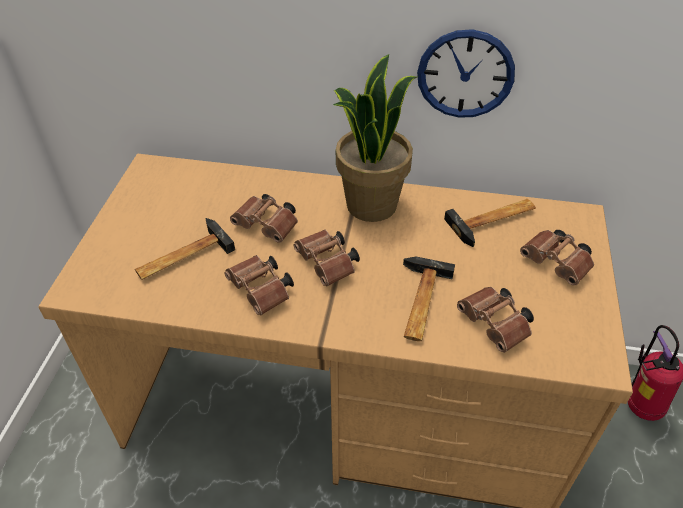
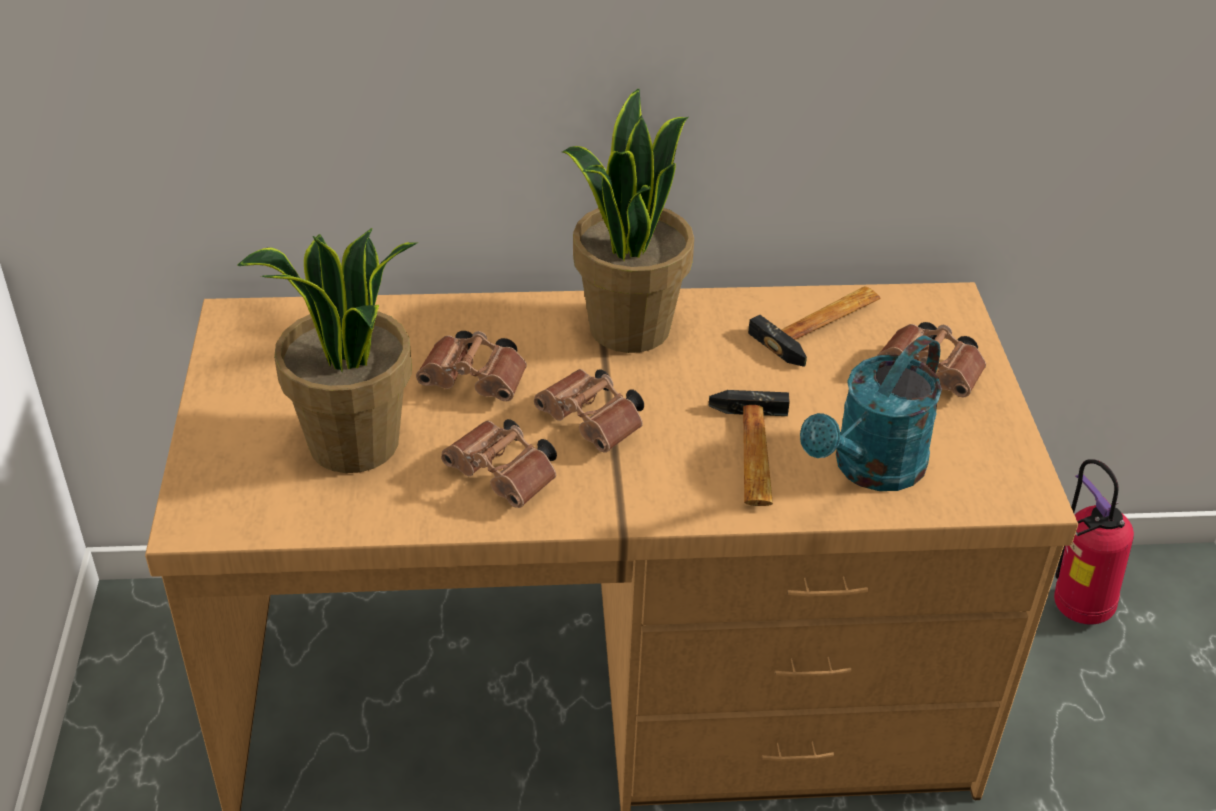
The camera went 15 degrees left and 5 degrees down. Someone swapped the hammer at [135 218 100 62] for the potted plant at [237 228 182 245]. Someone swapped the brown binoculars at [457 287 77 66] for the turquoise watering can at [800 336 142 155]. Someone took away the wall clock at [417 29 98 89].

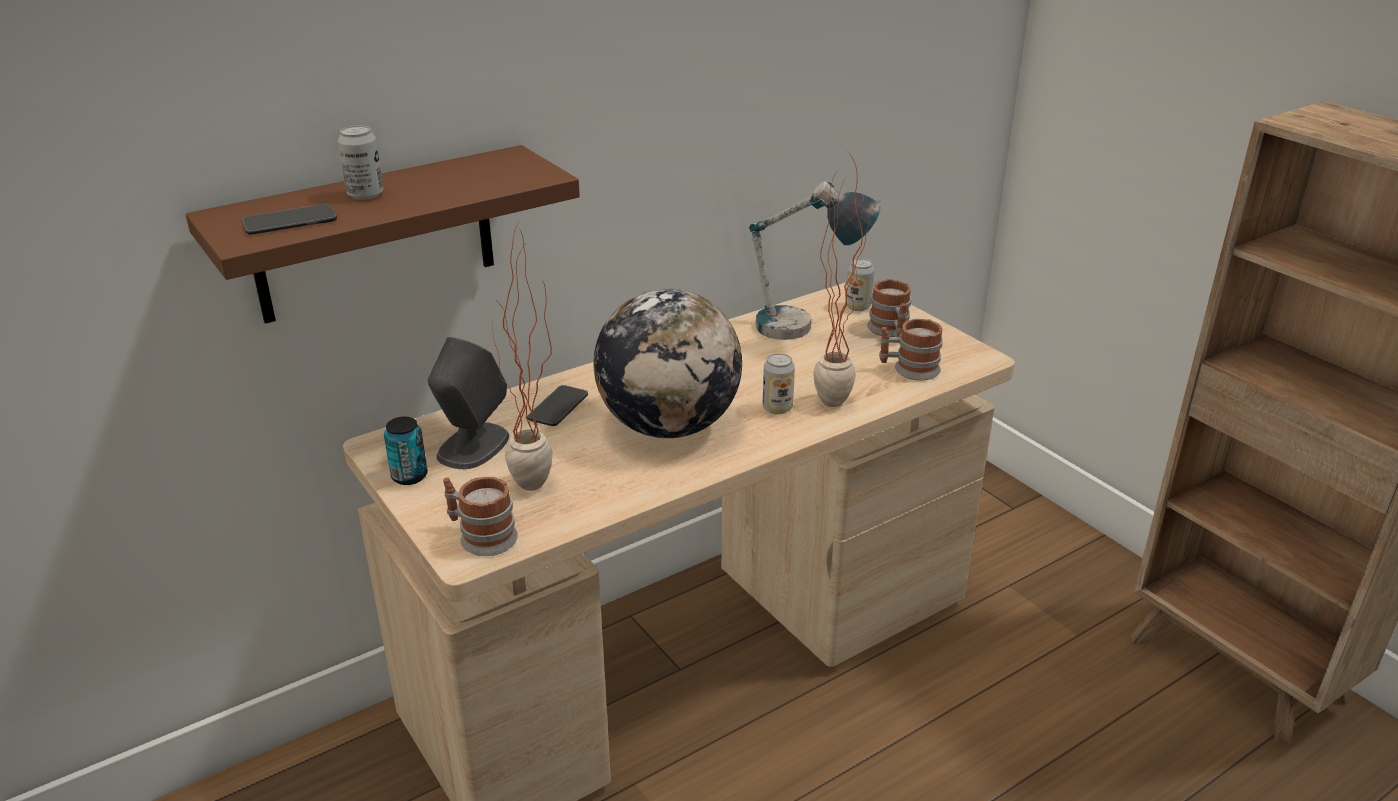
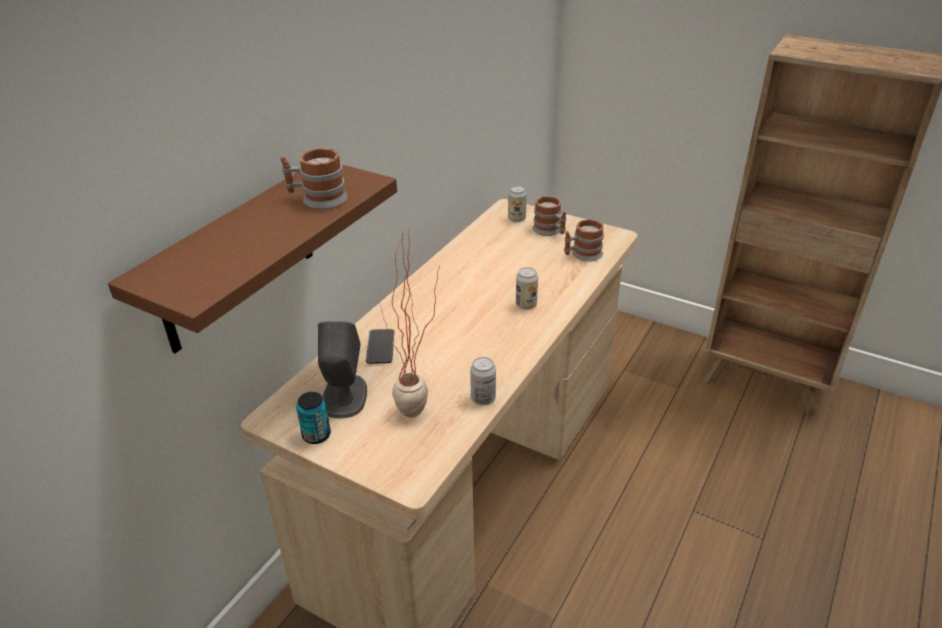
The camera went 25 degrees left and 5 degrees up. Someone carried the mug from [443 477 75 79] to [280 148 68 61]. Someone carried the can from [338 125 45 75] to [470 357 26 48]. Someone took away the phone at [242 204 95 30]. Someone took away the globe at [593 289 149 149]. Someone took away the table lamp at [749 181 131 159]. Someone took away the potted plant at [813 152 65 255].

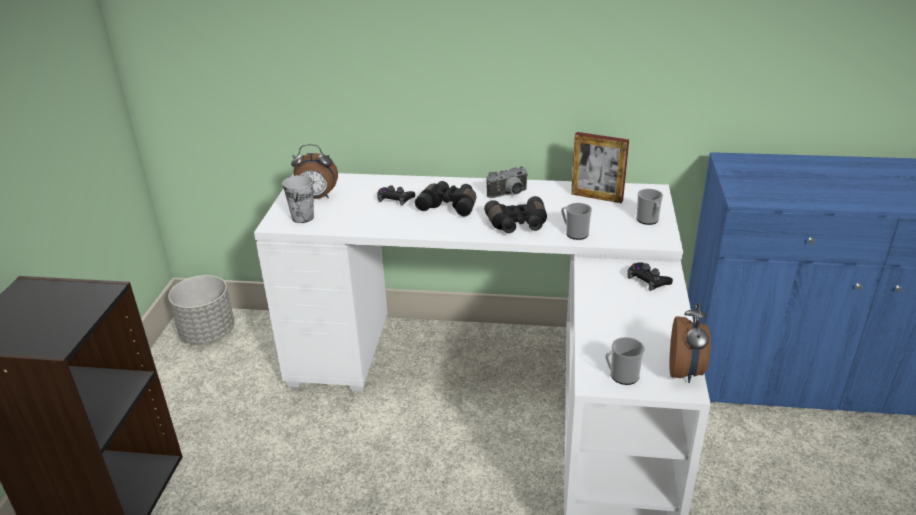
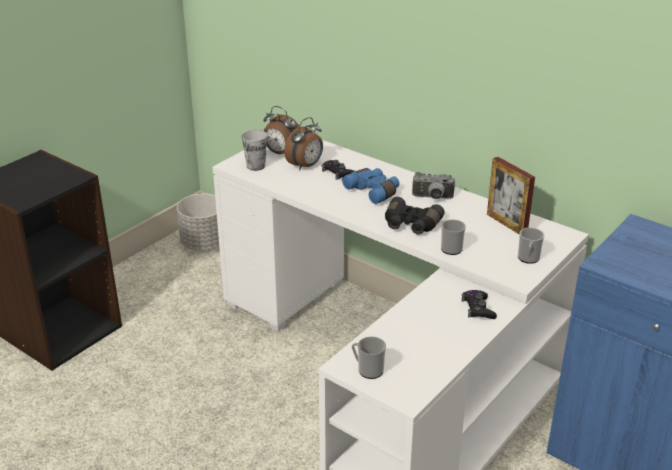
The camera went 30 degrees right and 0 degrees up. Someone carried the alarm clock from [669 302 42 81] to [284 117 39 53]. Someone repainted the black binoculars at [415 181 61 36], which became the blue binoculars at [342 168 58 36].

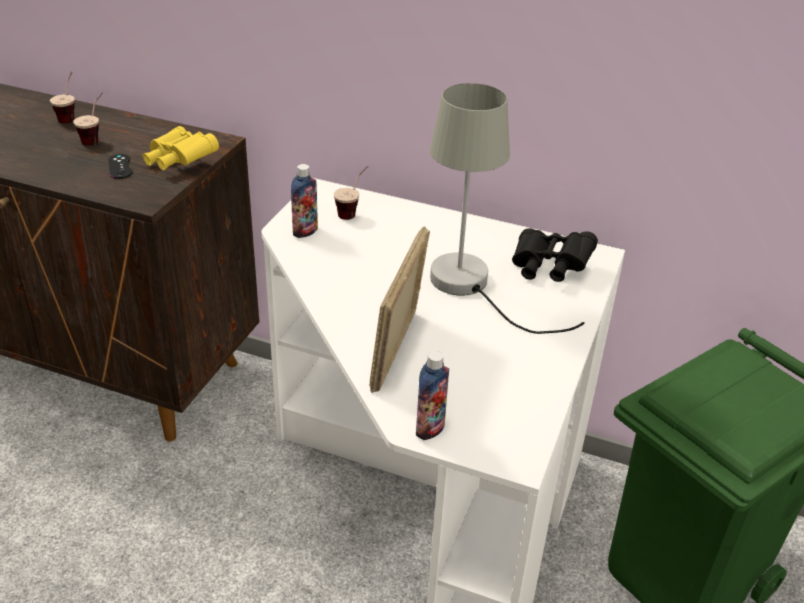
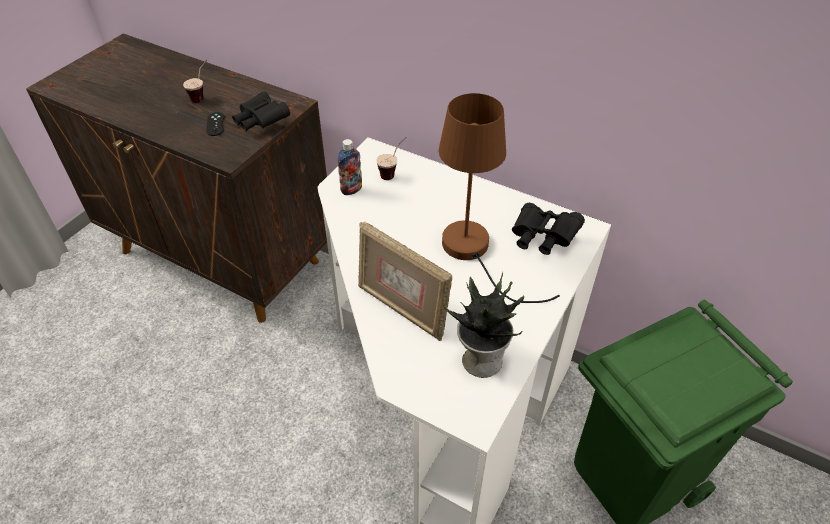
The camera went 10 degrees right and 10 degrees up. Someone repainted the yellow binoculars at [143 126 76 44], which became the black binoculars at [232 91 58 40]. Someone rotated the picture frame at [369 227 61 166] by 75 degrees counterclockwise. Someone repainted the grey table lamp at [430 83 155 251], which became the brown table lamp at [439 93 121 210]. Someone put down the potted plant at [443 272 81 106]. Someone took away the cup at [50 72 25 52]. Someone took away the bottle at [416 351 33 89].

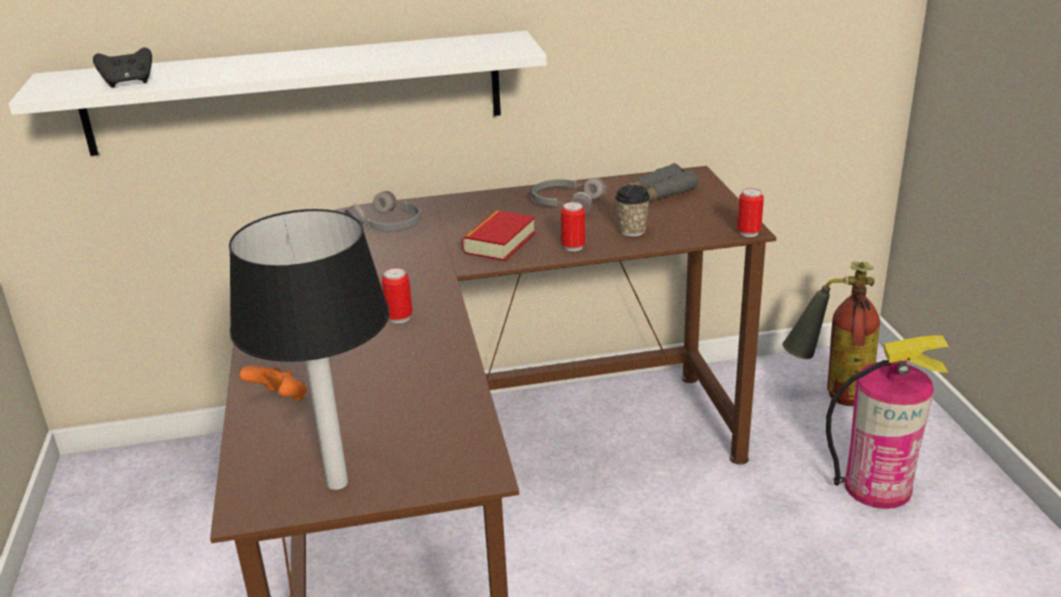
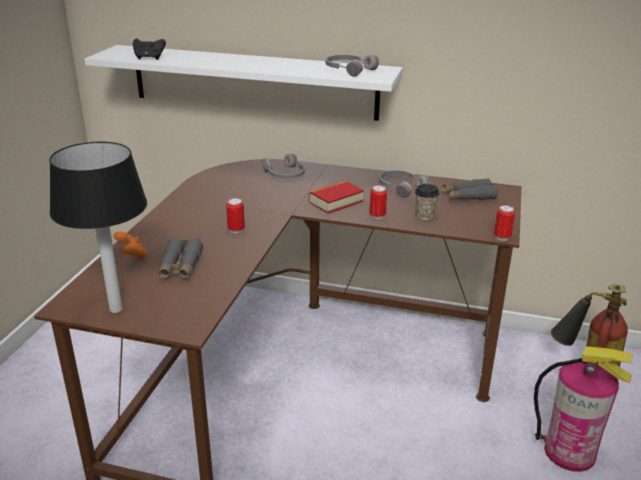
The camera went 25 degrees right and 0 degrees up. Someone put down the grey binoculars at [158 238 45 41]. Someone put down the grey headphones at [326 55 53 22].

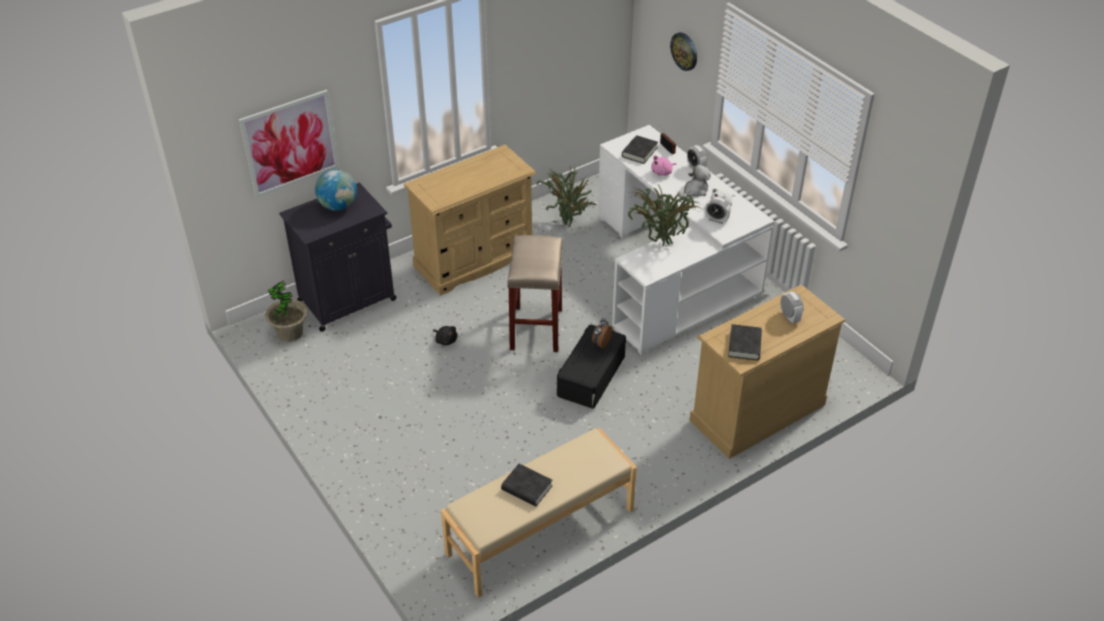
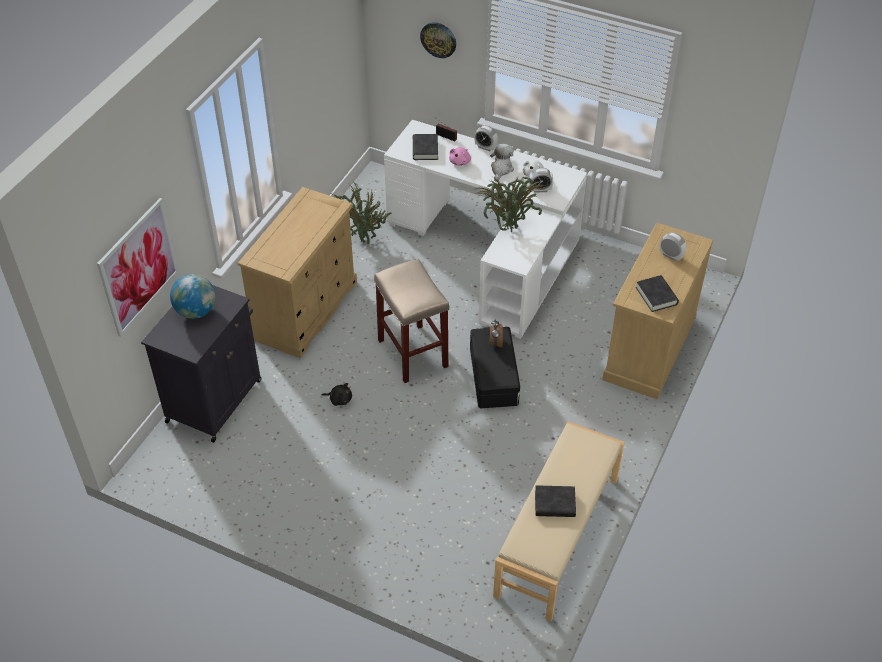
The camera went 30 degrees left and 5 degrees up. Someone took away the potted plant at [265 280 43 62].

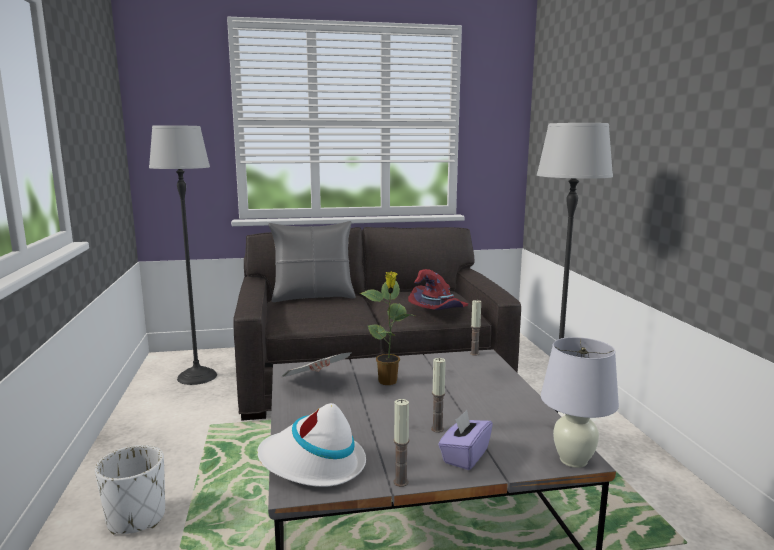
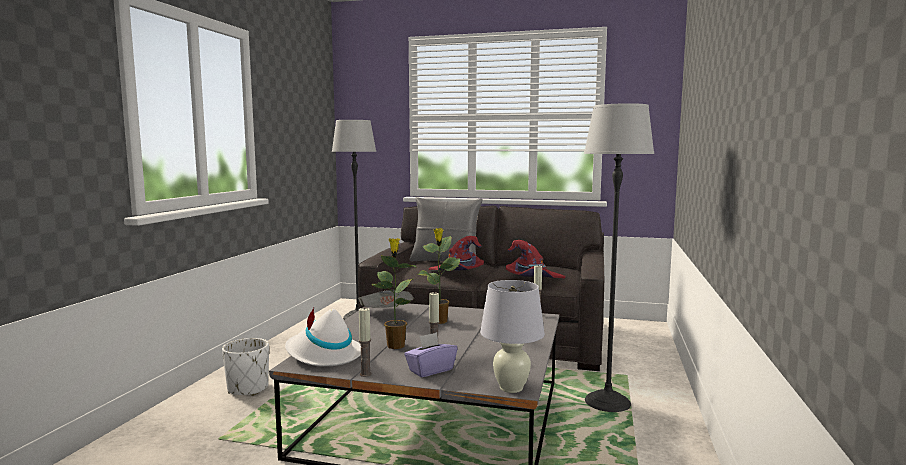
The camera went 25 degrees right and 5 degrees down. Someone put down the potted plant at [372 238 44 111]. Someone put down the red hat at [429 236 55 34].

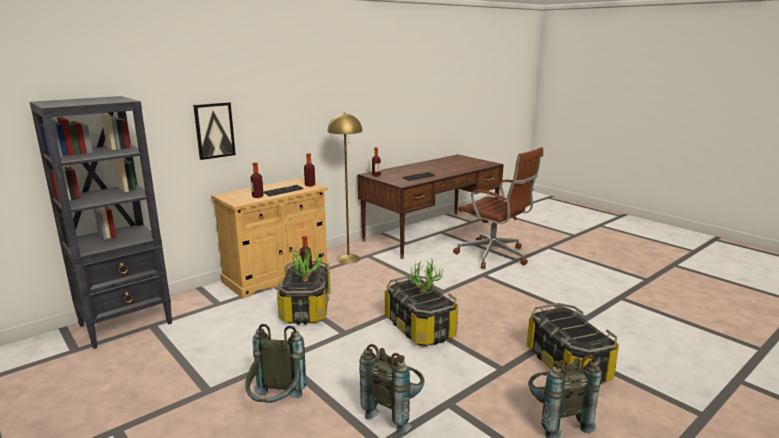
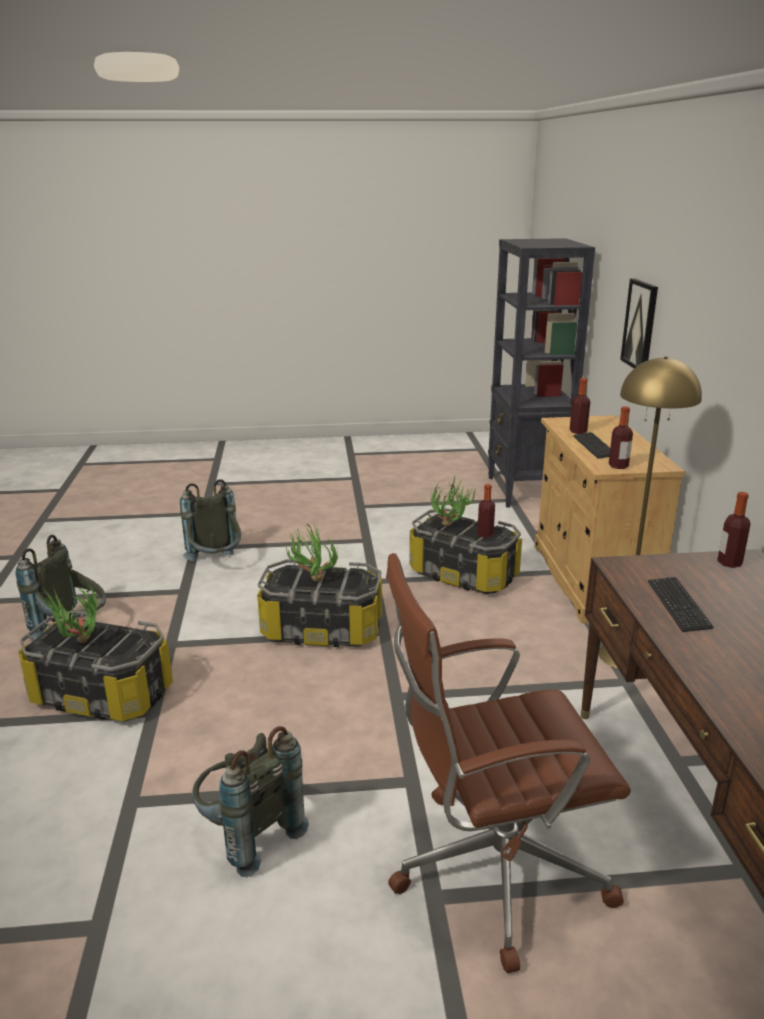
The camera went 125 degrees right and 5 degrees up. Someone put down the potted plant at [39 583 59 60]. Someone carried the grey backpack from [245 324 62 79] to [192 726 117 151].

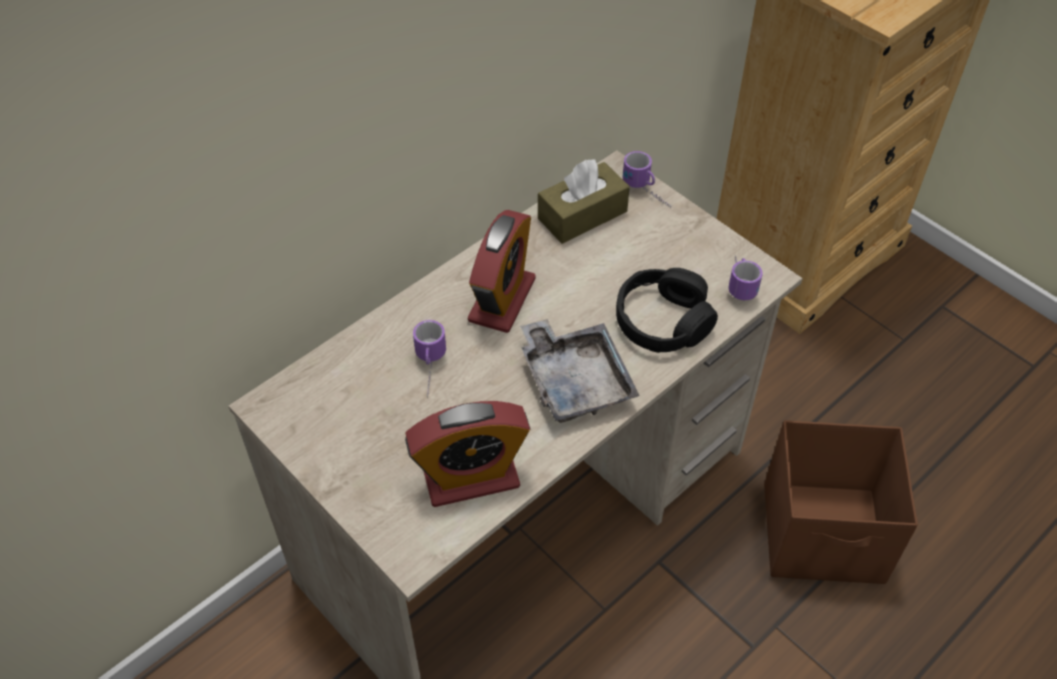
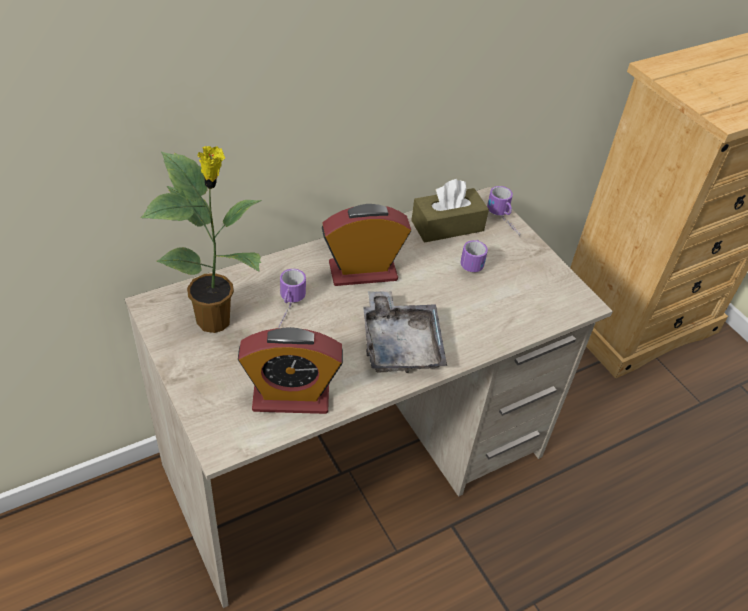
The camera went 10 degrees right and 5 degrees down. Someone put down the potted plant at [141 146 121 187]. Someone rotated the alarm clock at [468 210 68 123] by 135 degrees counterclockwise. Someone carried the mug from [729 255 34 45] to [460 240 28 32]. Someone took away the black headphones at [616 268 102 85]. Someone took away the brown storage box at [764 420 154 164].

